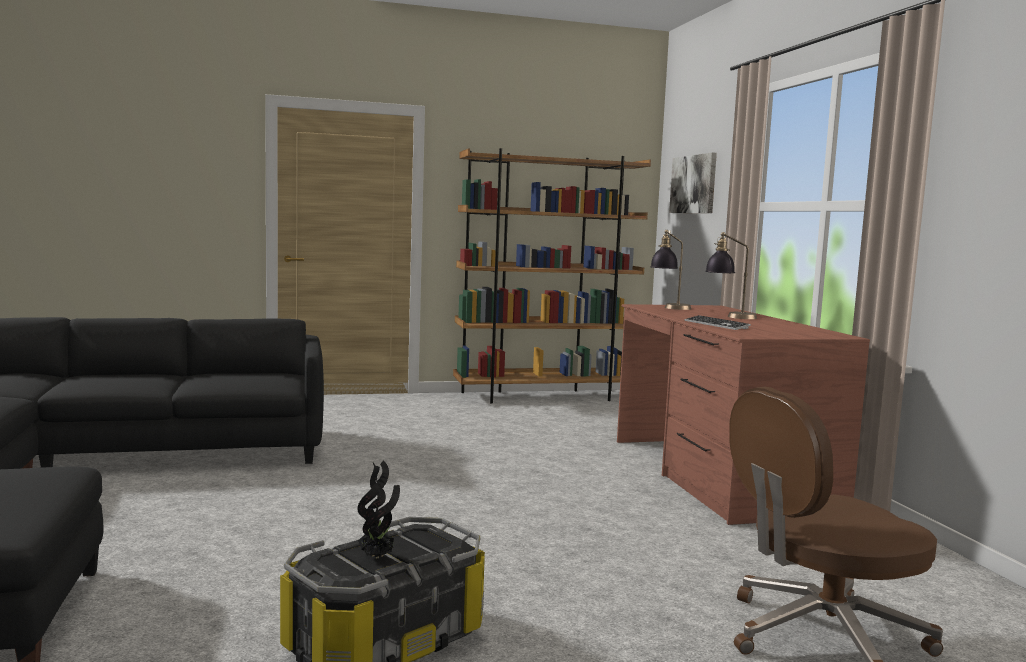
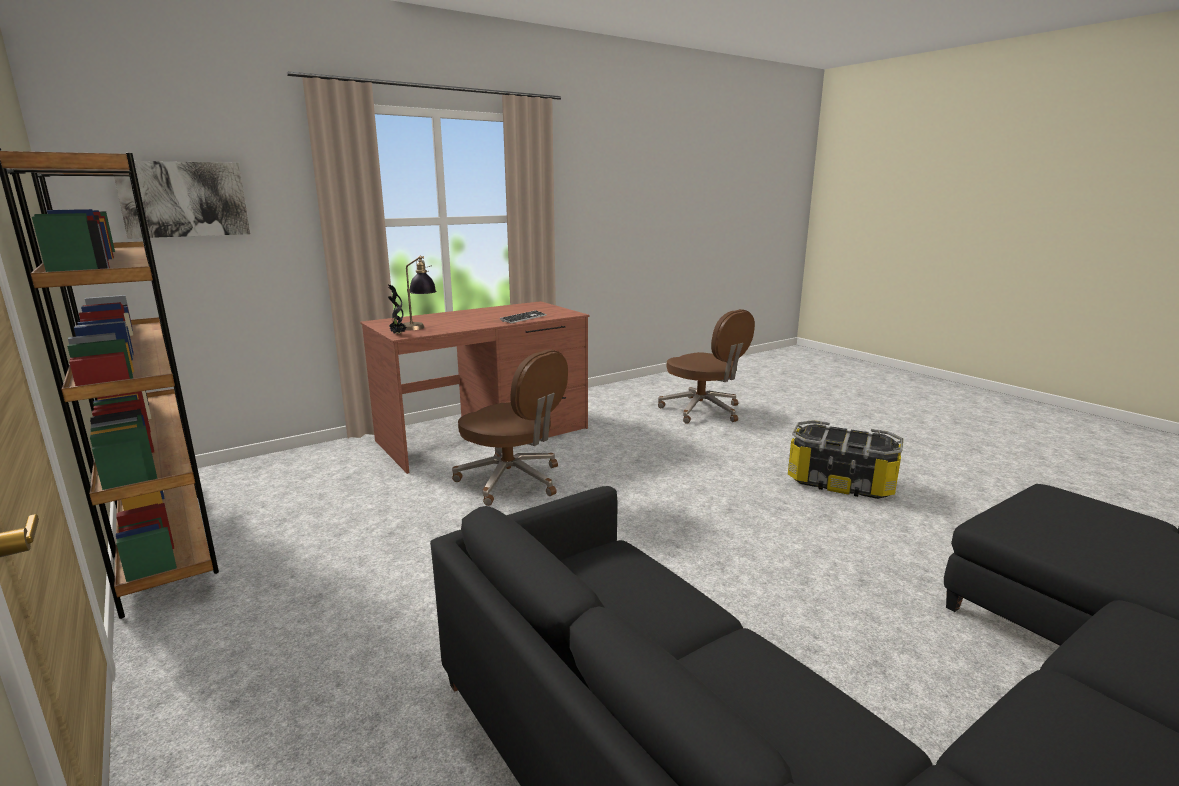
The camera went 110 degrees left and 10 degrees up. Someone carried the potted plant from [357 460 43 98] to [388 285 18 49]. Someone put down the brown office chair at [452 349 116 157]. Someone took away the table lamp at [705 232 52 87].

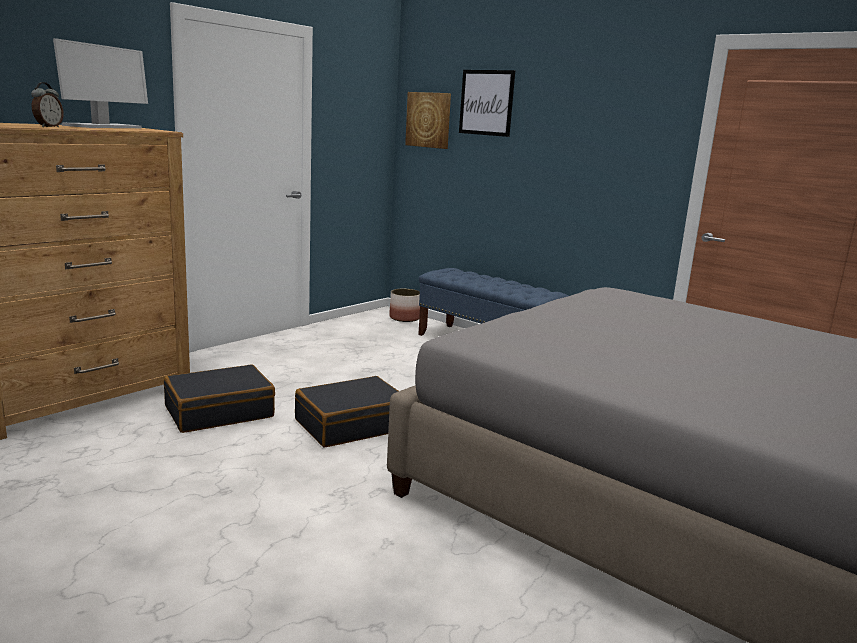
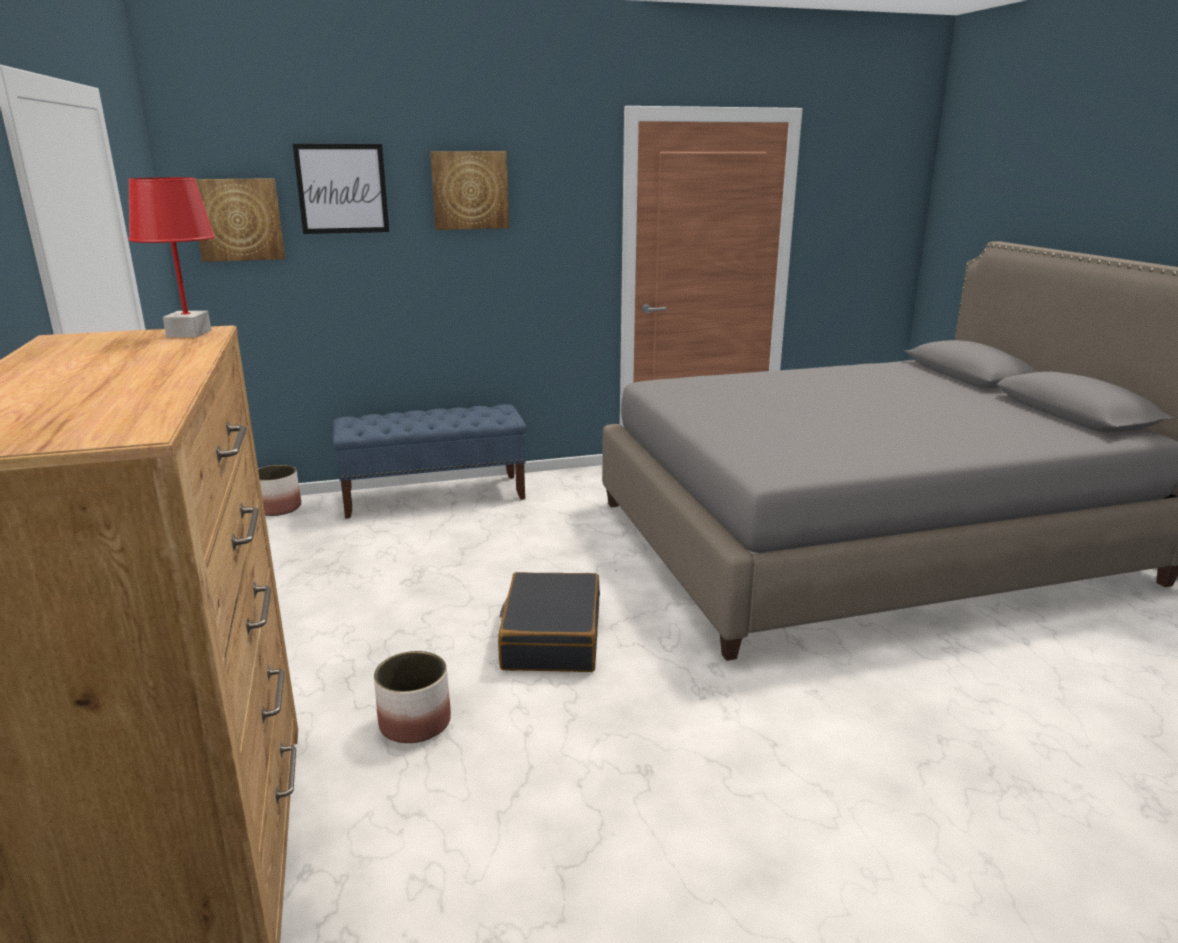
The camera went 55 degrees left and 5 degrees up. Someone put down the red table lamp at [128 177 87 160]. Someone swapped the black suitcase at [164 364 111 69] for the planter at [374 651 77 92]. Someone put up the picture at [430 151 79 79]. Someone took away the alarm clock at [31 82 33 45]. Someone took away the monitor at [53 38 95 90].

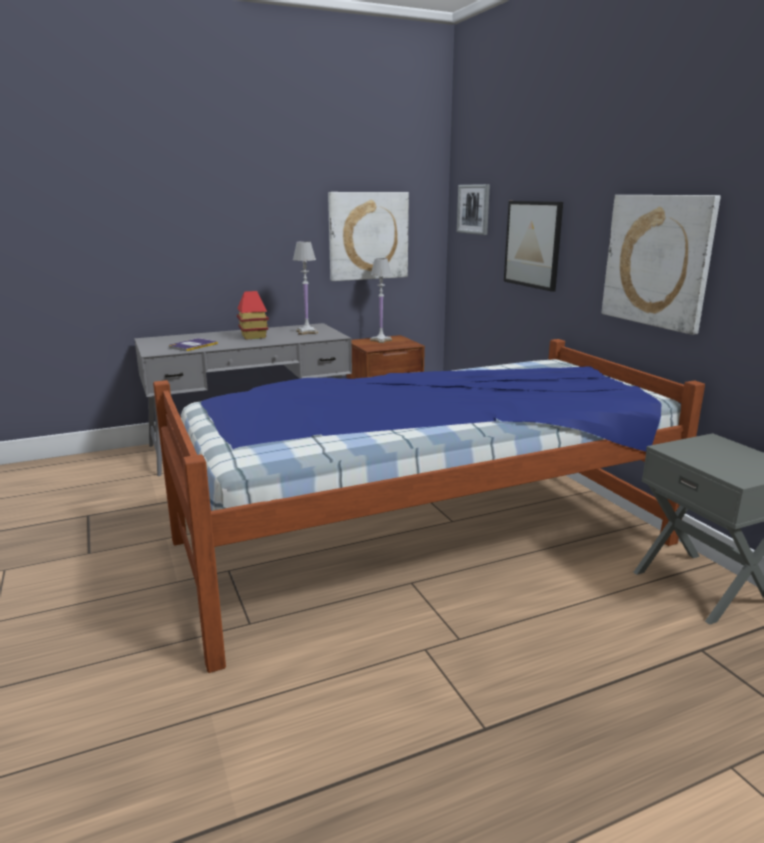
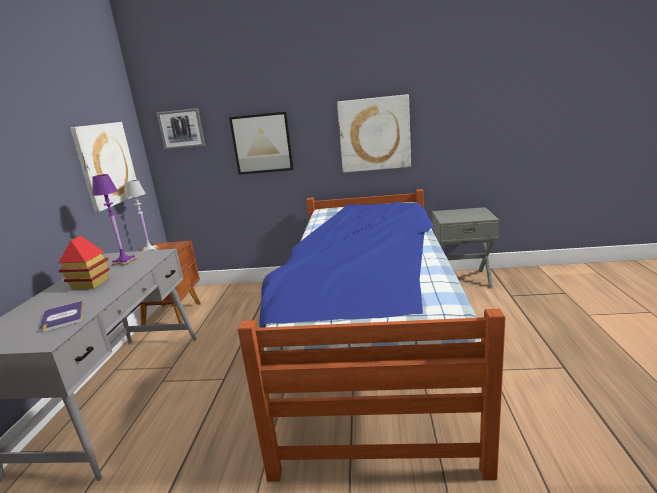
The camera went 60 degrees left and 0 degrees up. Someone repainted the white table lamp at [293 241 25 94], which became the purple table lamp at [92 174 45 92].

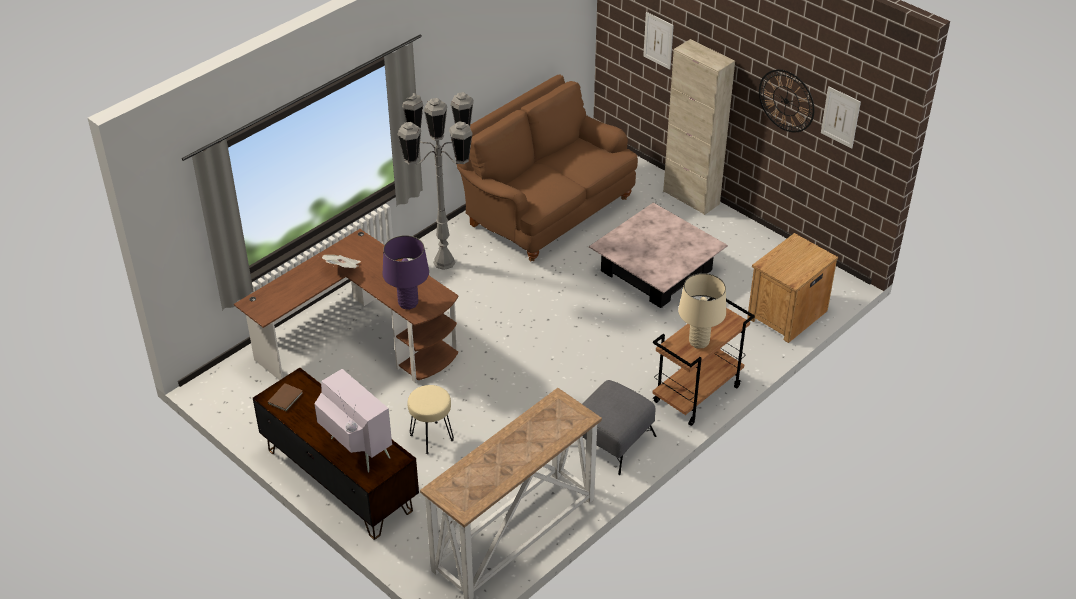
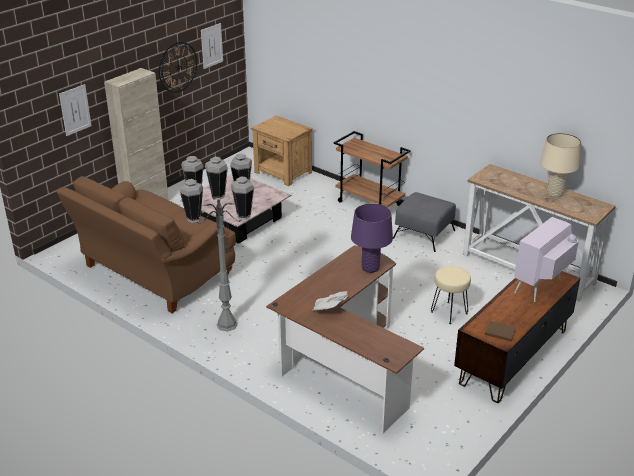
The camera went 95 degrees left and 10 degrees down. Someone carried the beige table lamp from [678 273 48 76] to [540 133 41 65].

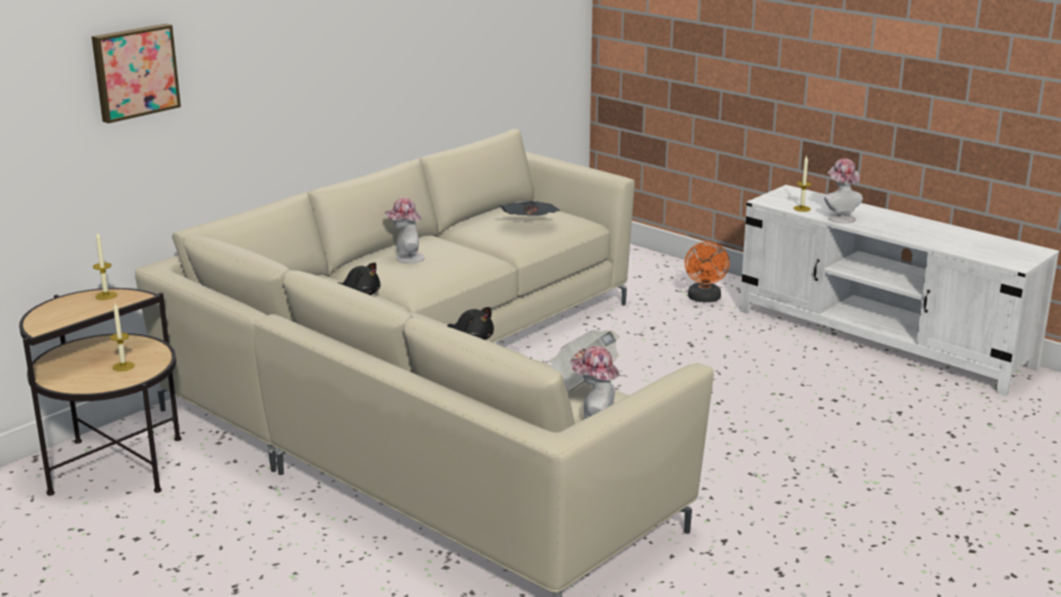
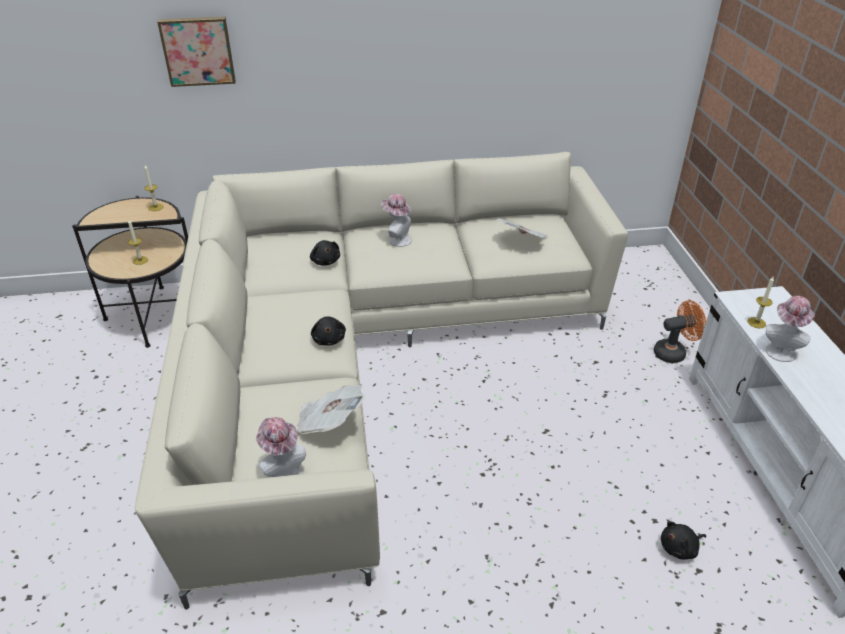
The camera went 40 degrees right and 15 degrees up. Someone rotated the orange fan at [685 242 45 60] by 150 degrees counterclockwise. Someone put down the black plush toy at [661 521 45 39].

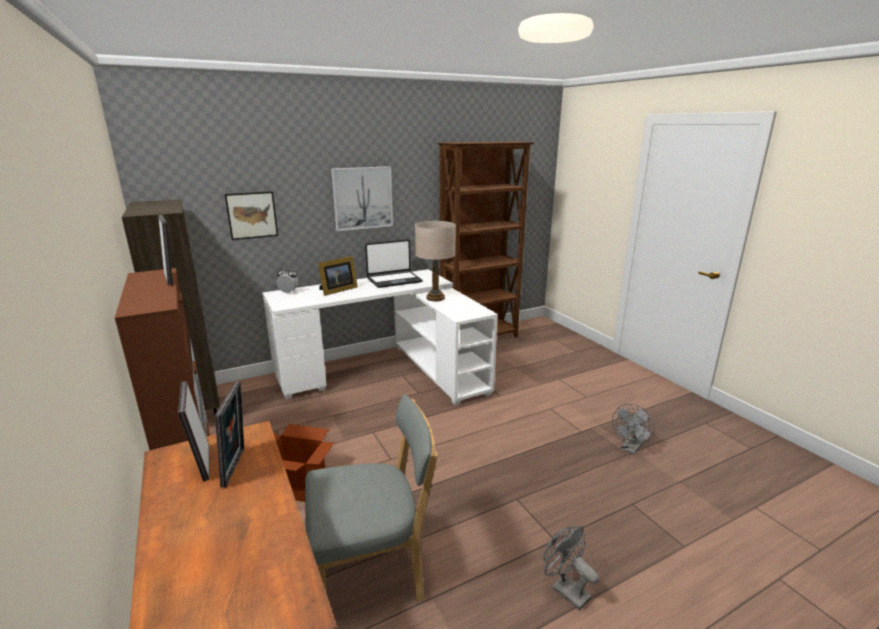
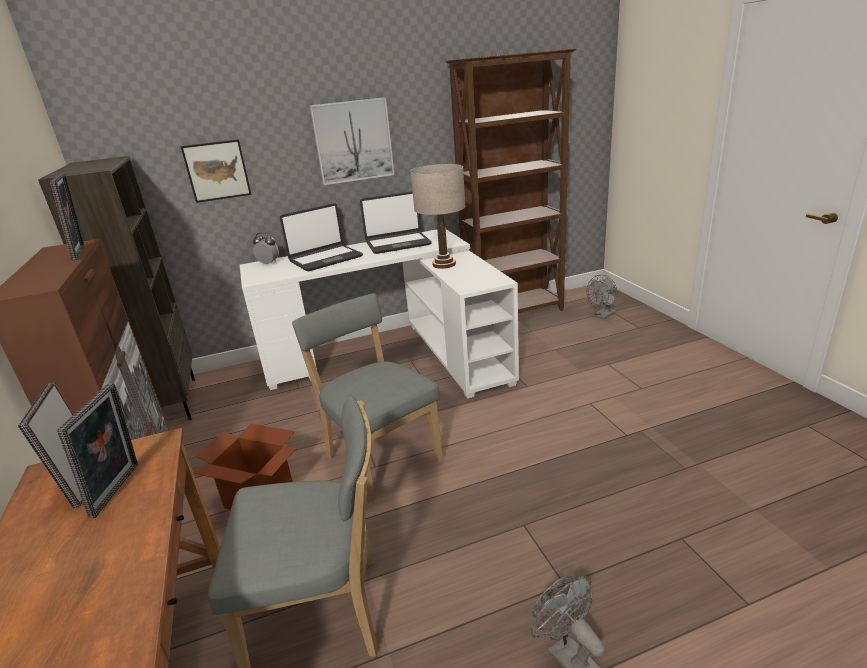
The camera went 10 degrees right and 5 degrees up. Someone swapped the picture frame at [318 256 40 40] for the laptop at [280 203 83 68]. Someone put down the grey chair at [292 293 151 210]. Someone carried the grey fan from [612 404 43 51] to [587 275 31 44].

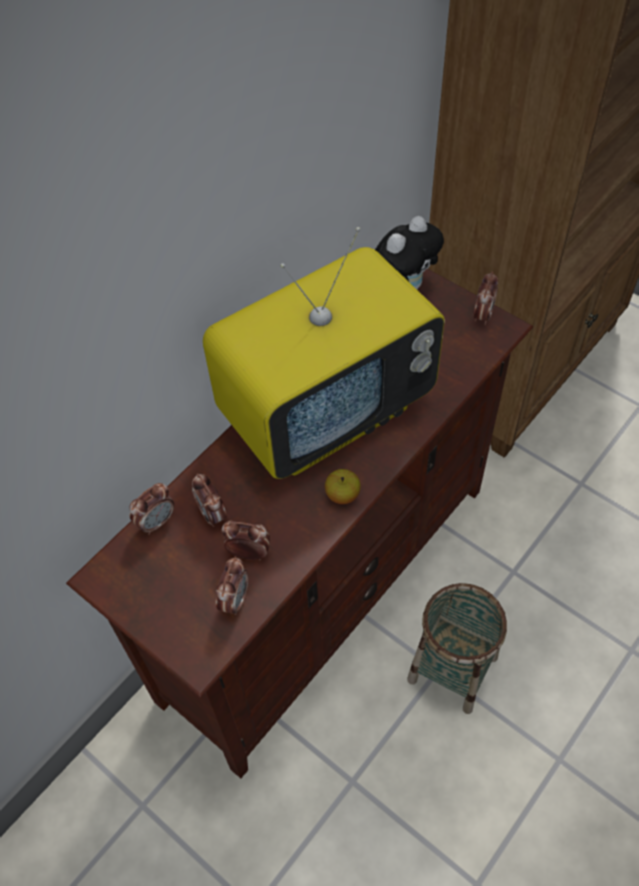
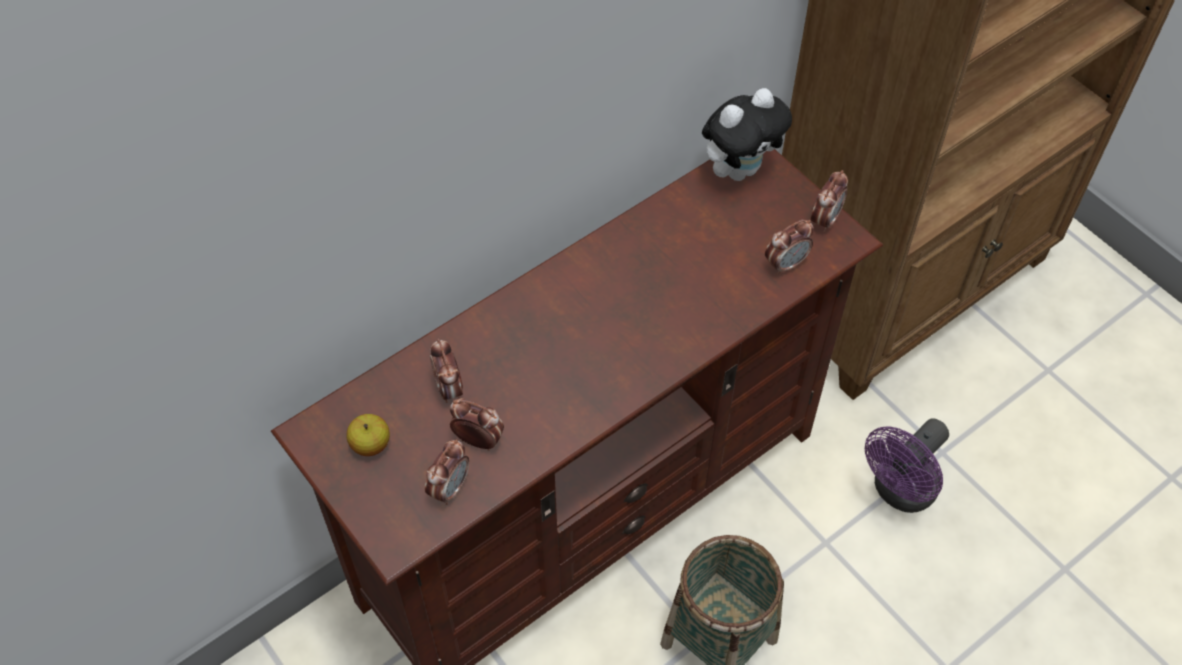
The camera went 10 degrees right and 0 degrees up. Someone carried the apple from [325 469 36 35] to [347 414 43 42]. Someone carried the alarm clock from [129 483 45 52] to [765 220 49 55]. Someone put down the purple fan at [865 418 84 95]. Someone took away the television at [203 227 241 252].

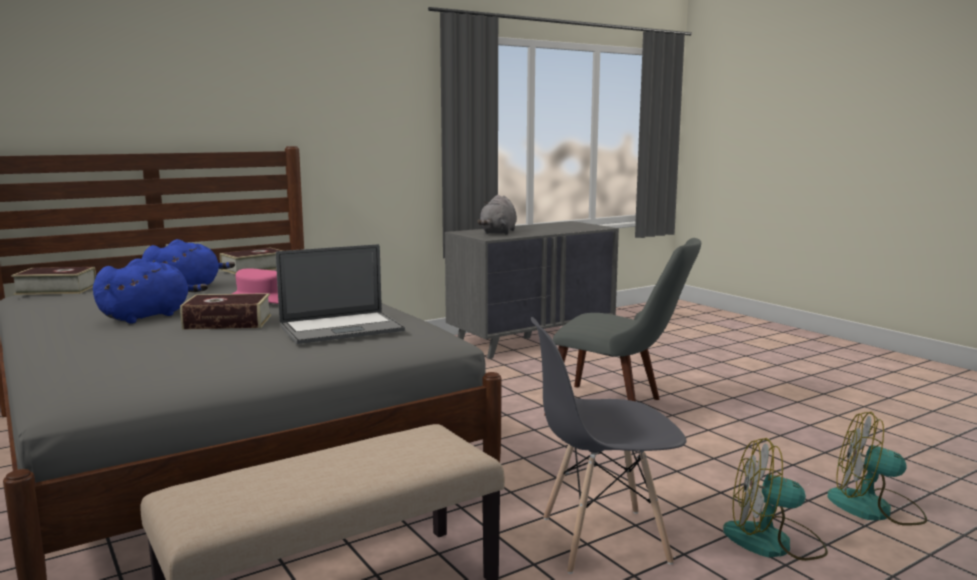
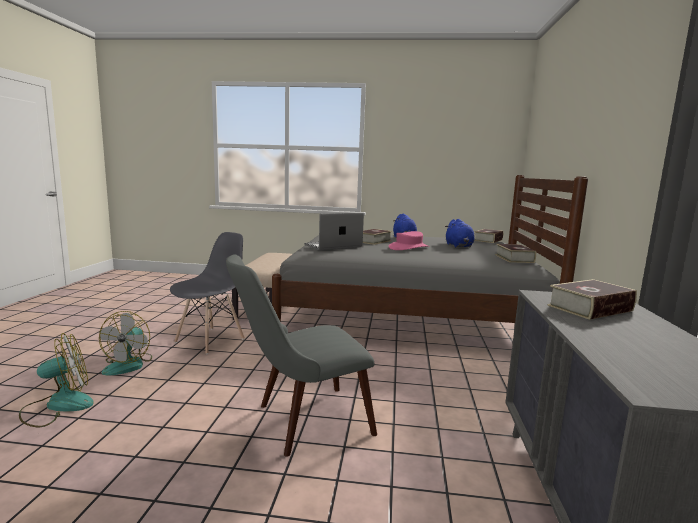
The camera went 130 degrees right and 0 degrees up. Someone rotated the fan at [723 438 105 123] by 135 degrees clockwise. Someone rotated the laptop at [276 244 129 100] by 45 degrees clockwise. Someone swapped the grey plush toy at [477 195 40 40] for the book at [547 279 90 41].

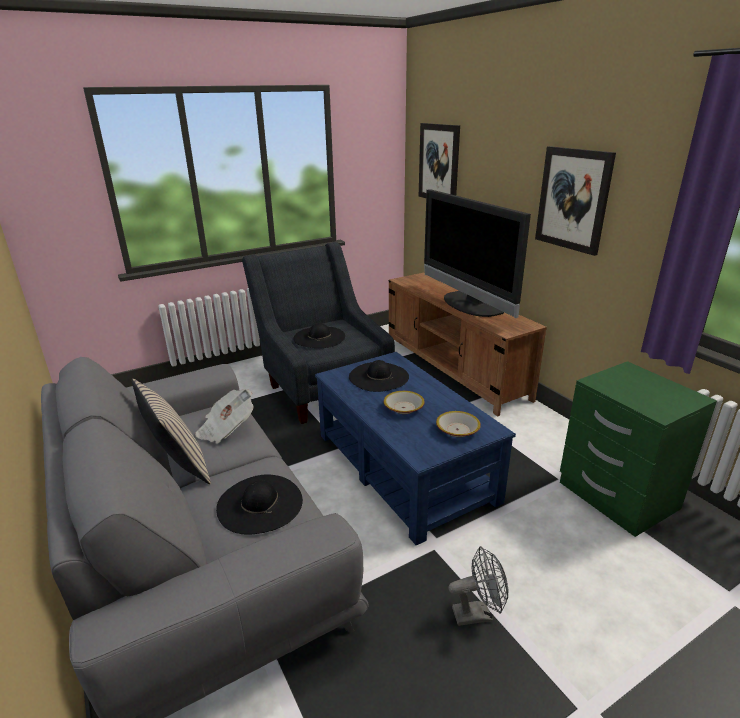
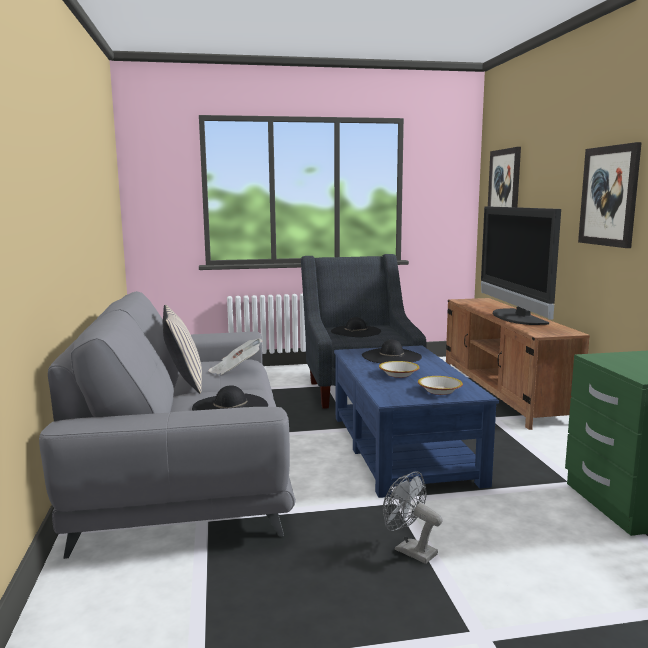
The camera went 20 degrees right and 15 degrees down. Someone rotated the grey fan at [449 546 59 80] by 150 degrees counterclockwise.

